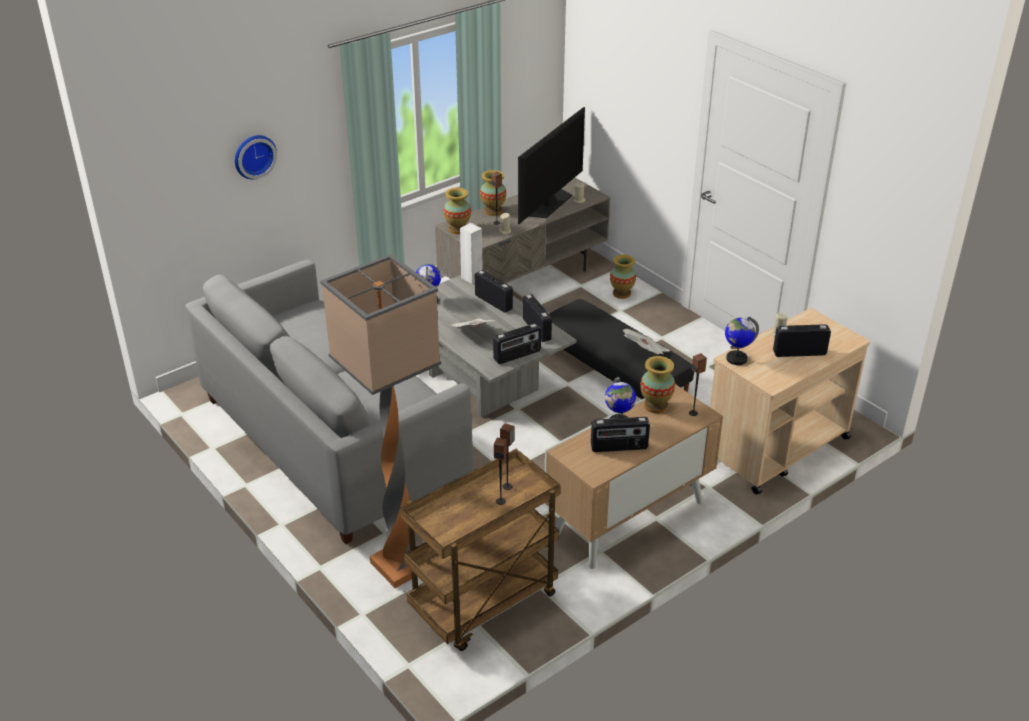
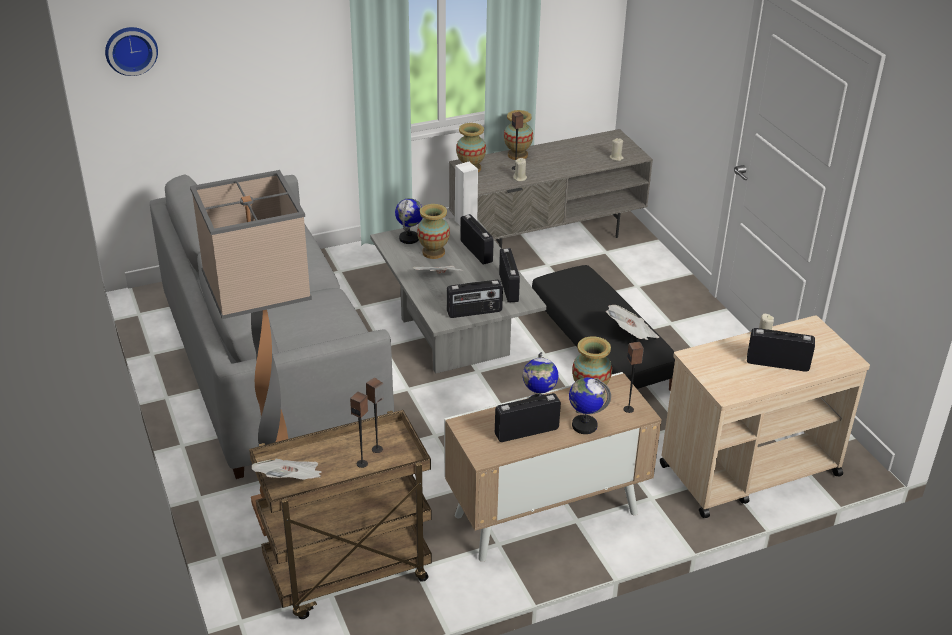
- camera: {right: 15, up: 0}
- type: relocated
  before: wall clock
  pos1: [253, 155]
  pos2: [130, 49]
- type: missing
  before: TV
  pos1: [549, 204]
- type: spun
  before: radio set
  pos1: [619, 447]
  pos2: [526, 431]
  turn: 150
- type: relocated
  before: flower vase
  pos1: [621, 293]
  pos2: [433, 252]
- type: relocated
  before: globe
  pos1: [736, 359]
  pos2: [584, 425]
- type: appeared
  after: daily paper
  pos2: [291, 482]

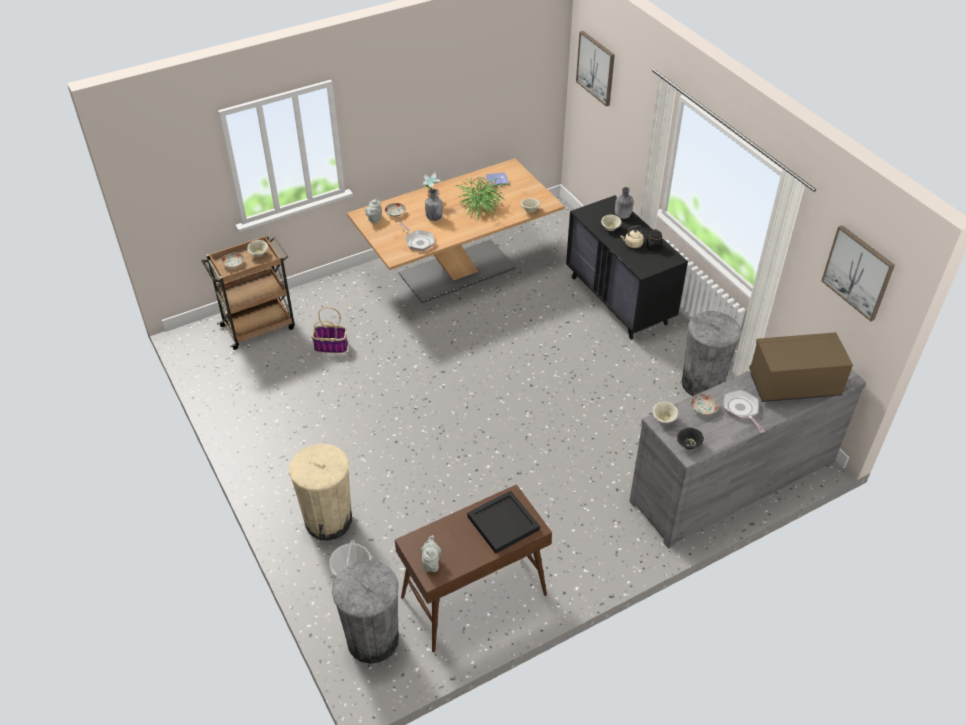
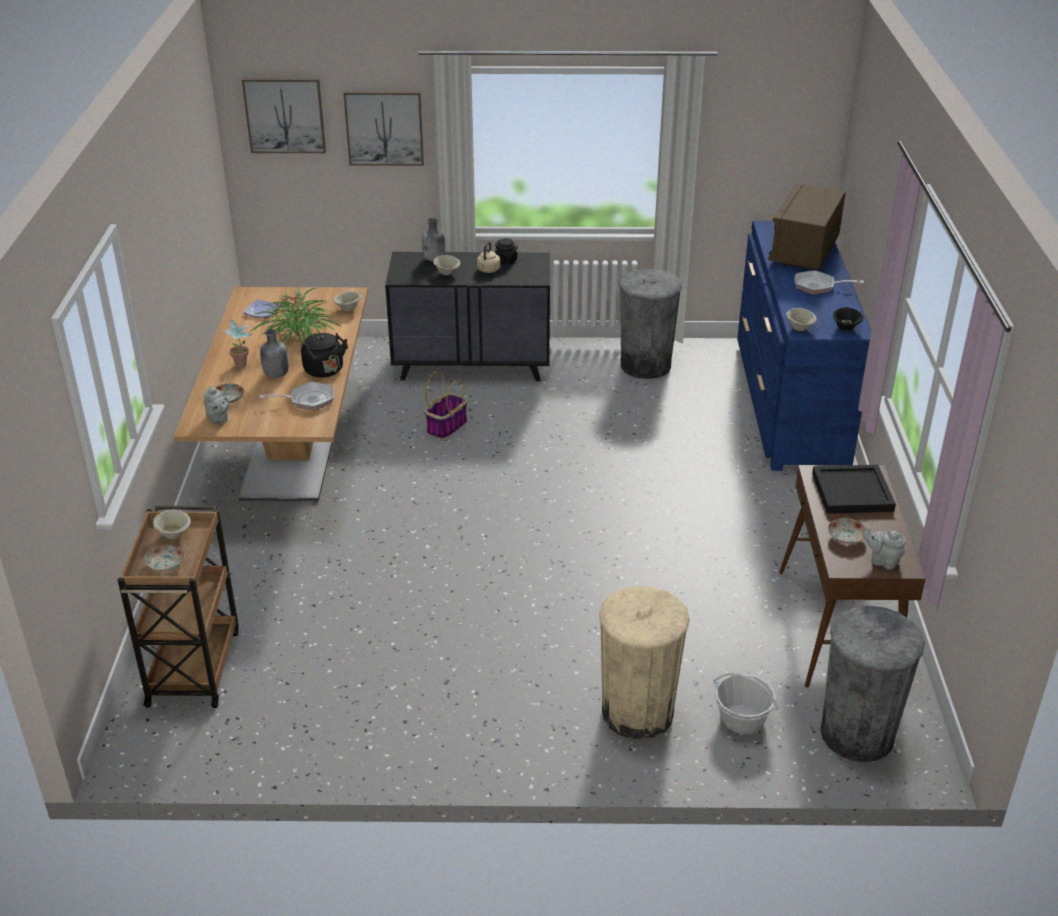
- camera: {right: -60, up: -10}
- type: relocated
  before: basket
  pos1: [331, 346]
  pos2: [447, 426]
- type: colour
  before: drawer chest/gray
  after: drawer chest/blue-coloured
  pos1: [731, 481]
  pos2: [790, 401]
- type: relocated
  before: dinner plate
  pos1: [703, 408]
  pos2: [846, 537]
- type: relocated
  before: wall picture
  pos1: [858, 272]
  pos2: [384, 127]
- type: appeared
  after: tea kettle/blackish
  pos2: [325, 371]

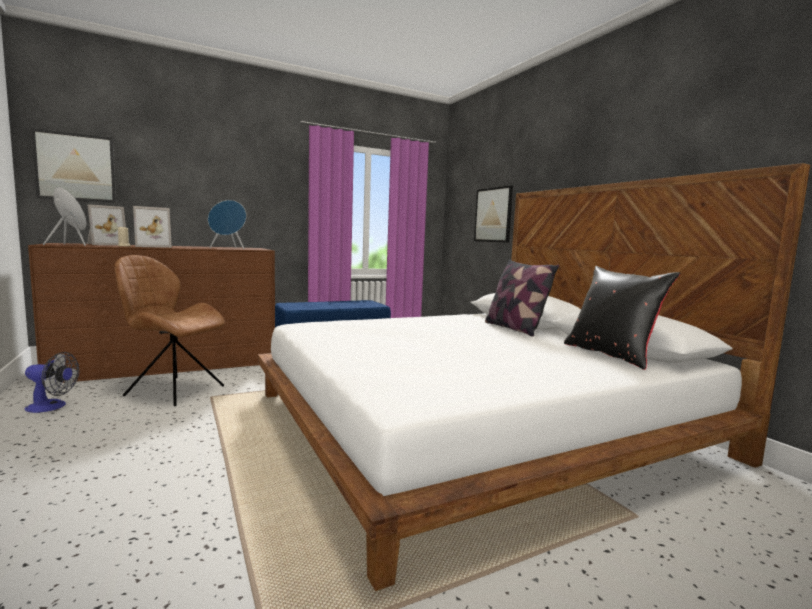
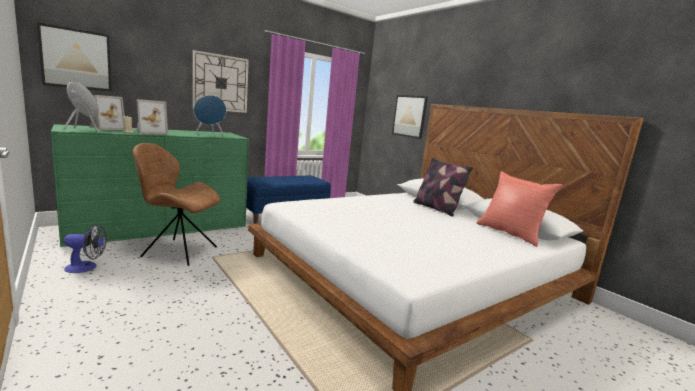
- camera: {right: -10, up: 5}
- type: colour
  before: drawer chest/brownish
  after: drawer chest/green-coloured
  pos1: [170, 363]
  pos2: [160, 226]
- type: colour
  before: cushion/blackish
  after: cushion/red
  pos1: [611, 355]
  pos2: [510, 233]
- type: appeared
  after: wall clock
  pos2: [220, 83]

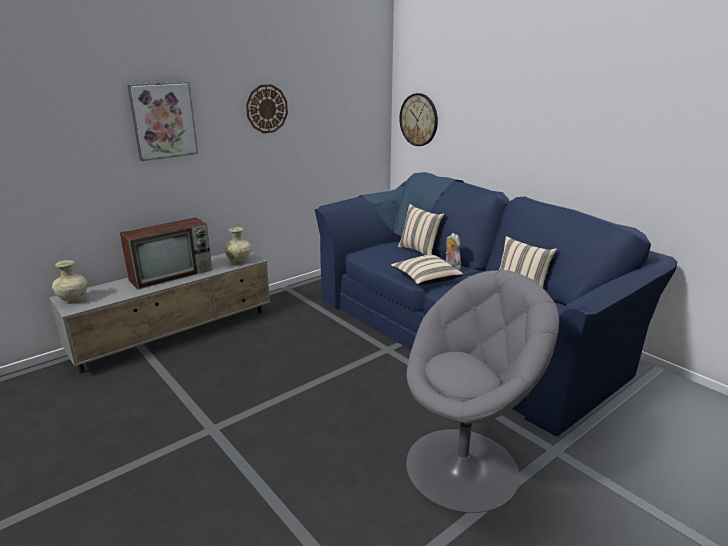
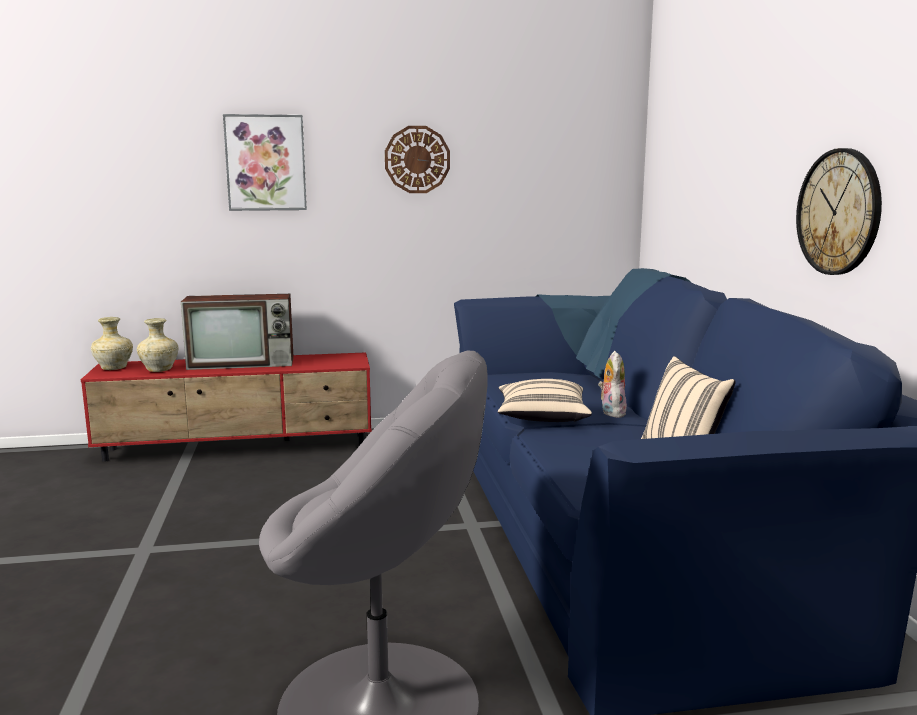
- camera: {right: 30, up: -10}
- type: colour
  before: tv unit/gray
  after: tv unit/red
  pos1: [176, 334]
  pos2: [240, 448]
- type: relocated
  before: flower vase/sand-coloured
  pos1: [239, 261]
  pos2: [160, 370]
- type: missing
  before: cushion/sand-coloured
  pos1: [420, 251]
- type: relocated
  before: wall clock
  pos1: [419, 120]
  pos2: [838, 212]

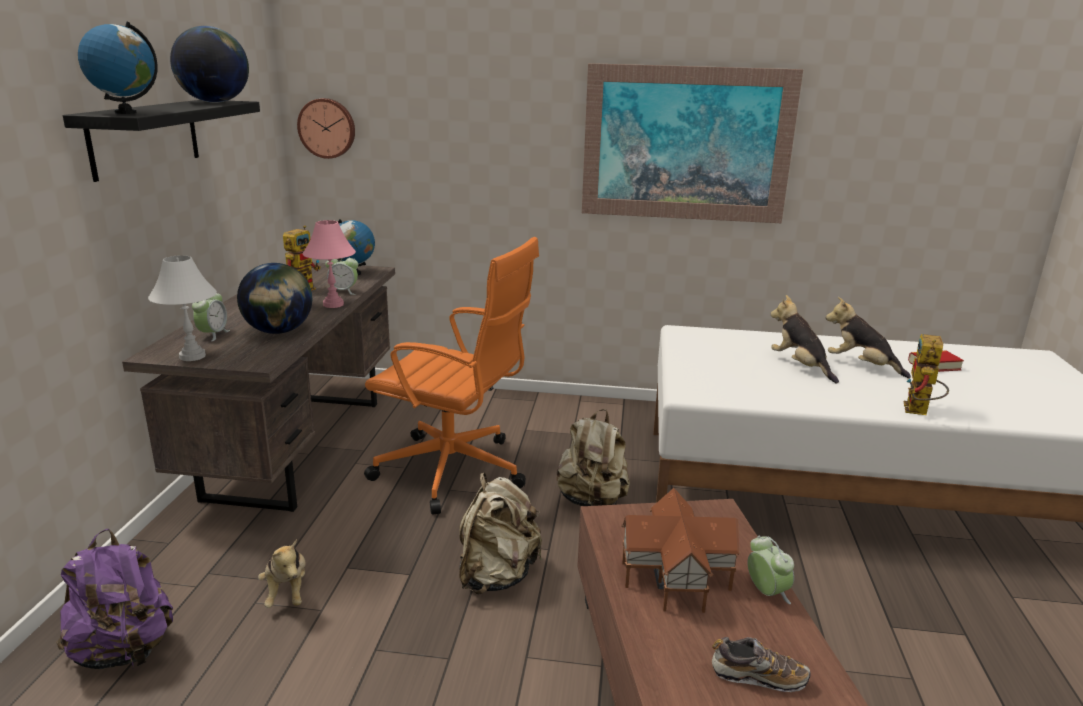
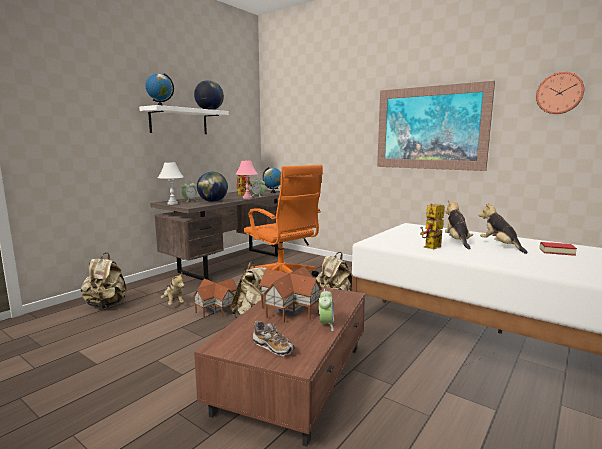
- camera: {right: 30, up: -10}
- type: colour
  before: backpack/purple
  after: backpack/sand-coloured
  pos1: [124, 651]
  pos2: [106, 305]
- type: colour
  before: bracket shelf/blackish
  after: bracket shelf/white-coloured
  pos1: [145, 137]
  pos2: [179, 121]
- type: spun
  before: plush toy
  pos1: [287, 592]
  pos2: [173, 303]
  turn: -45
- type: relocated
  before: wall clock
  pos1: [327, 128]
  pos2: [559, 93]
- type: relocated
  before: toy robot
  pos1: [919, 412]
  pos2: [431, 248]
- type: appeared
  after: model house
  pos2: [217, 308]

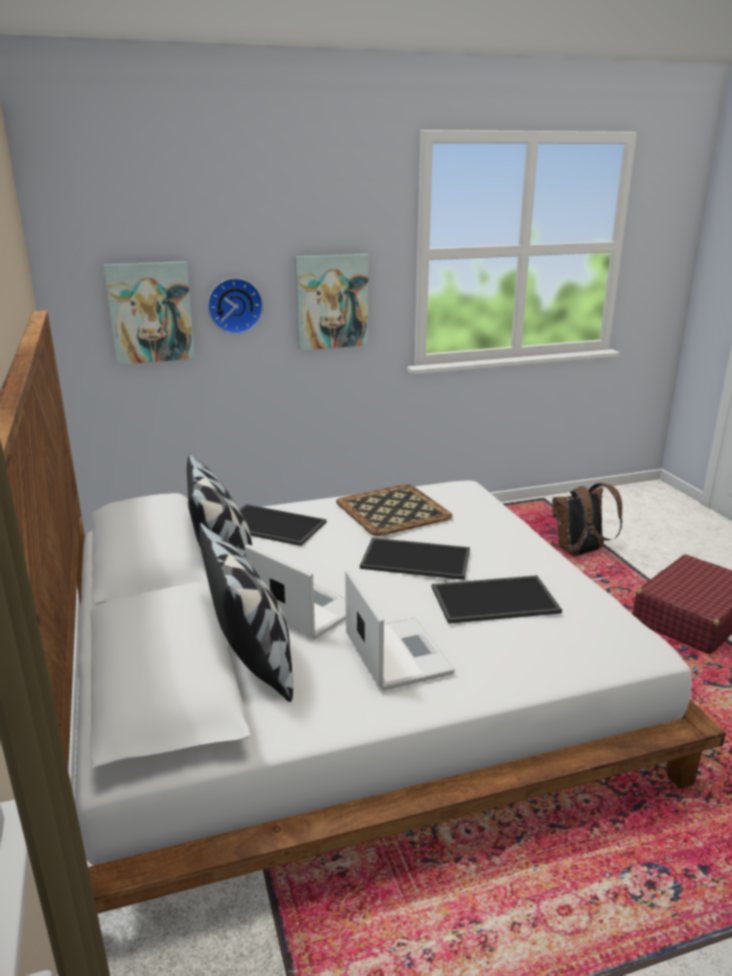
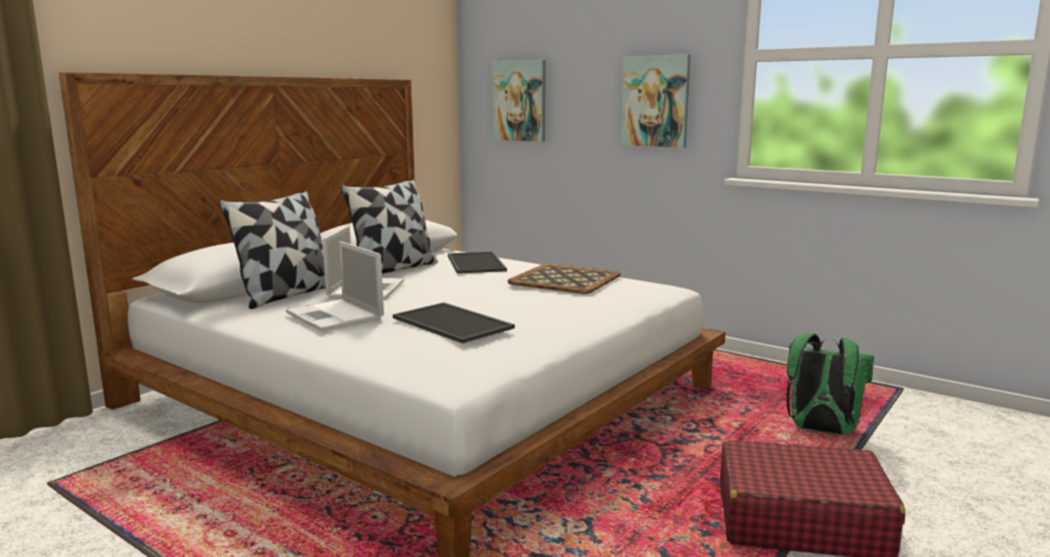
- camera: {right: 55, up: -10}
- type: missing
  before: wall clock
  pos1: [234, 305]
- type: spun
  before: portable computer
  pos1: [396, 652]
  pos2: [335, 316]
  turn: 105
- type: missing
  before: serving tray
  pos1: [417, 558]
- type: colour
  before: backpack/brownish
  after: backpack/green-coloured
  pos1: [580, 552]
  pos2: [820, 430]

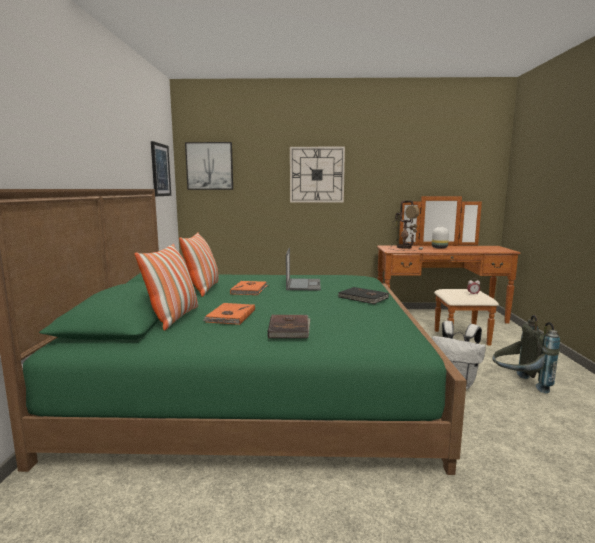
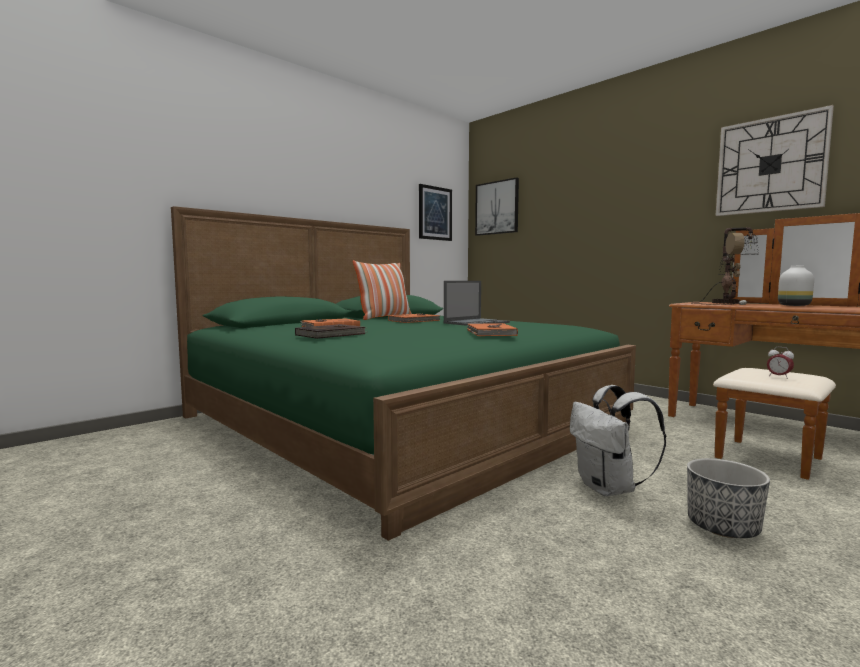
- camera: {right: 45, up: -5}
- type: missing
  before: cushion
  pos1: [173, 318]
- type: relocated
  before: wall clock
  pos1: [317, 174]
  pos2: [770, 165]
- type: colour
  before: book/blackish
  after: book/orangey
  pos1: [363, 298]
  pos2: [490, 333]
- type: exchanged
  before: backpack/gray
  after: plant pot
  pos1: [519, 385]
  pos2: [723, 527]

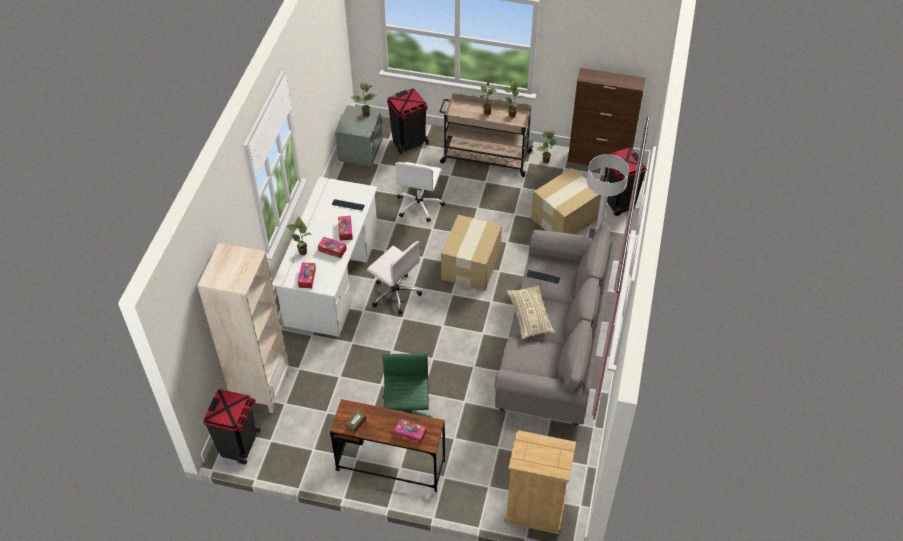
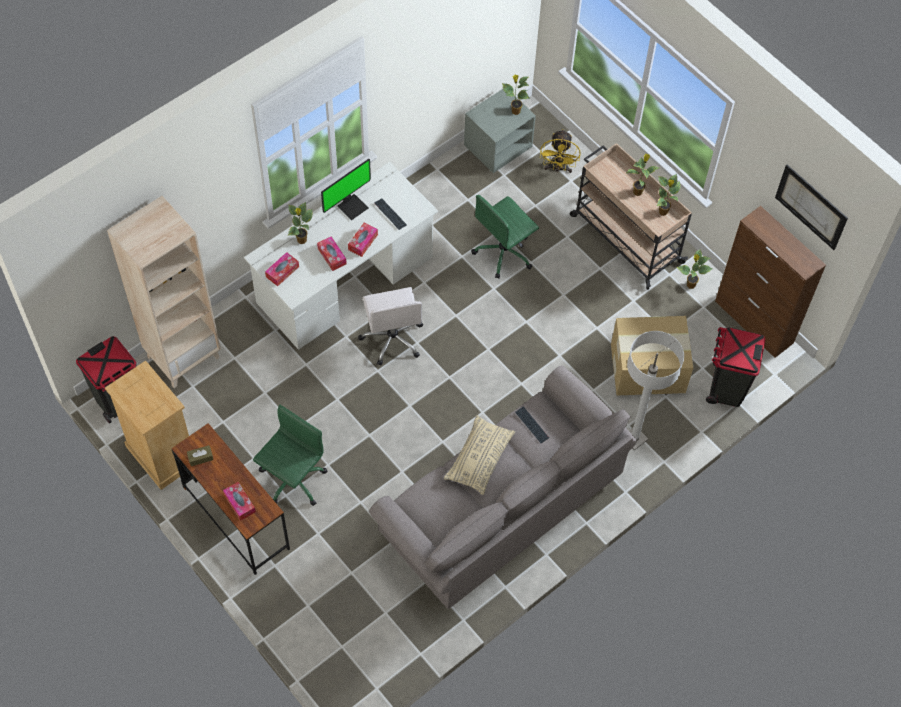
- camera: {right: 35, up: 10}
- type: exchanged
  before: waste bin/blackish
  after: fan/yellow
  pos1: [409, 142]
  pos2: [558, 168]
- type: colour
  before: office chair/white-coloured
  after: office chair/green-coloured
  pos1: [419, 205]
  pos2: [504, 252]
- type: missing
  before: packing box
  pos1: [472, 264]
- type: relocated
  before: drawer chest/sand-coloured
  pos1: [534, 510]
  pos2: [161, 455]
- type: appeared
  after: monitor
  pos2: [352, 206]
- type: appeared
  after: wall picture
  pos2: [811, 207]

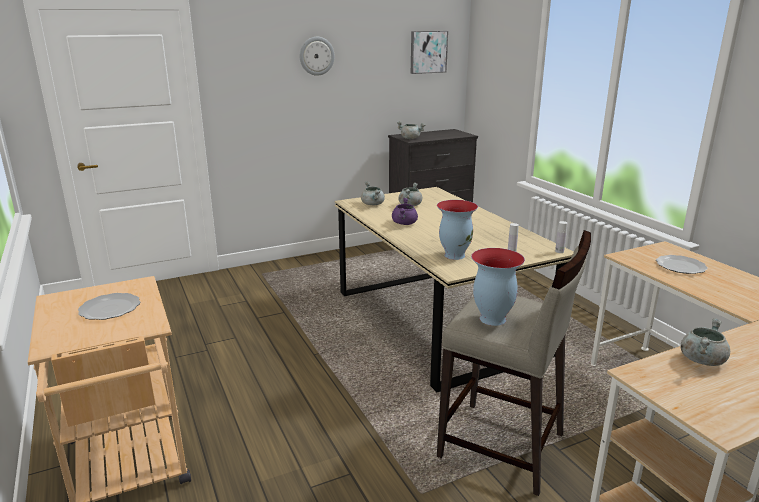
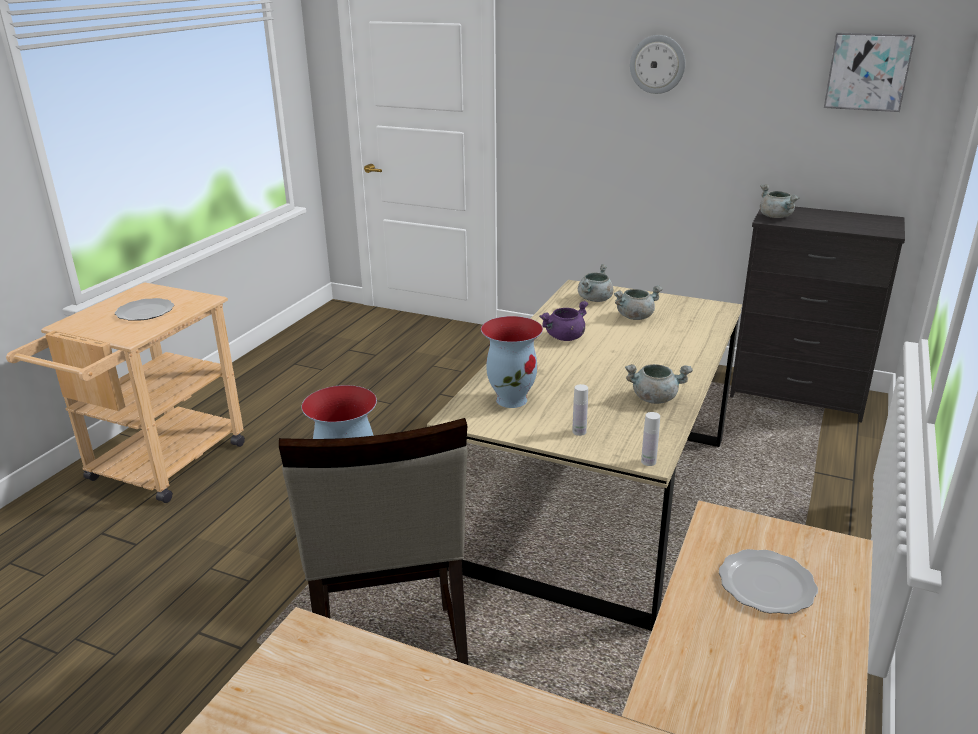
- camera: {right: 50, up: 5}
- type: relocated
  before: cooking pot/gray
  pos1: [701, 359]
  pos2: [655, 398]

